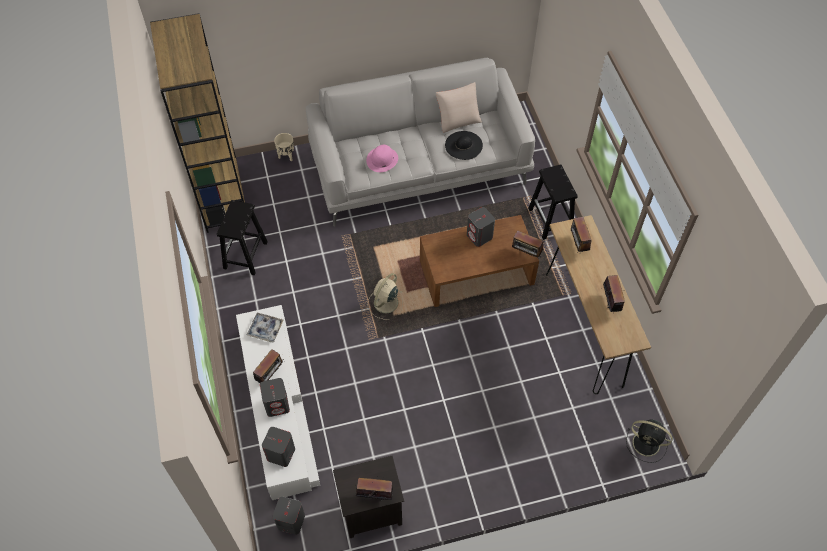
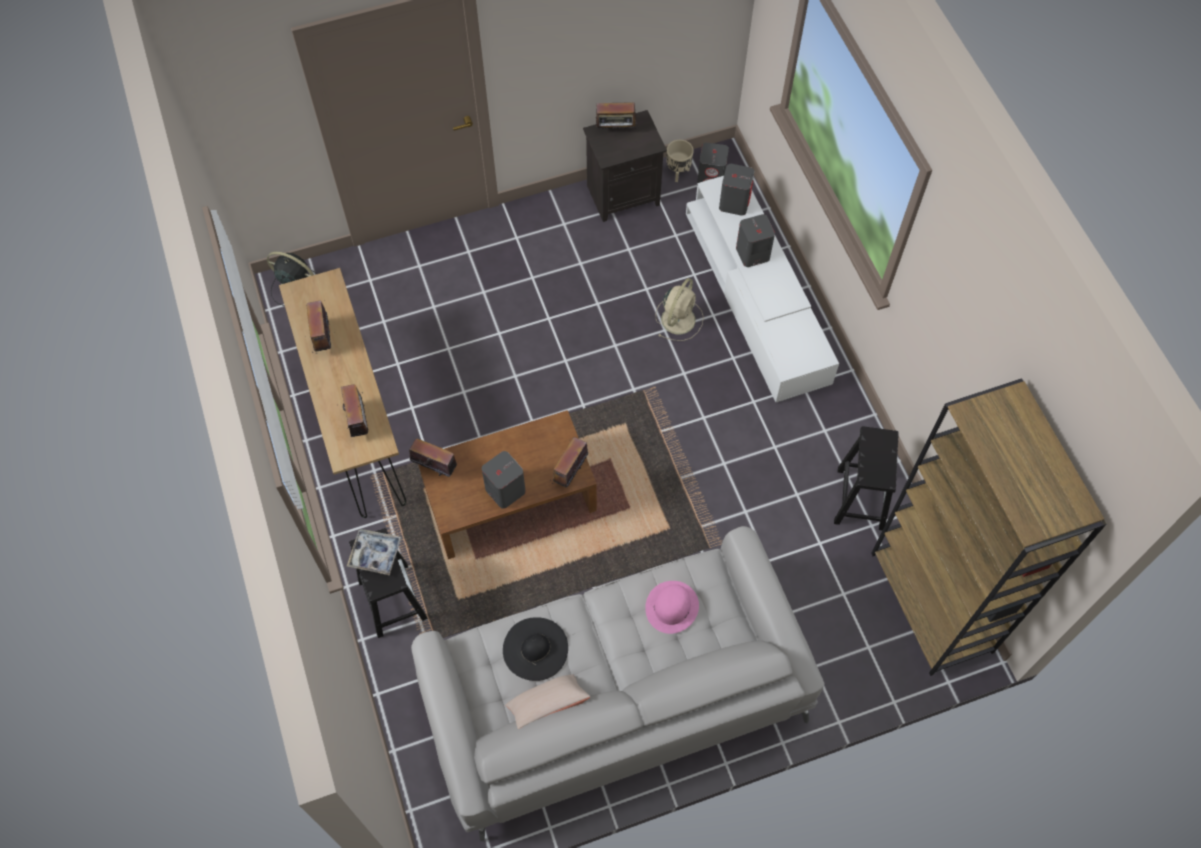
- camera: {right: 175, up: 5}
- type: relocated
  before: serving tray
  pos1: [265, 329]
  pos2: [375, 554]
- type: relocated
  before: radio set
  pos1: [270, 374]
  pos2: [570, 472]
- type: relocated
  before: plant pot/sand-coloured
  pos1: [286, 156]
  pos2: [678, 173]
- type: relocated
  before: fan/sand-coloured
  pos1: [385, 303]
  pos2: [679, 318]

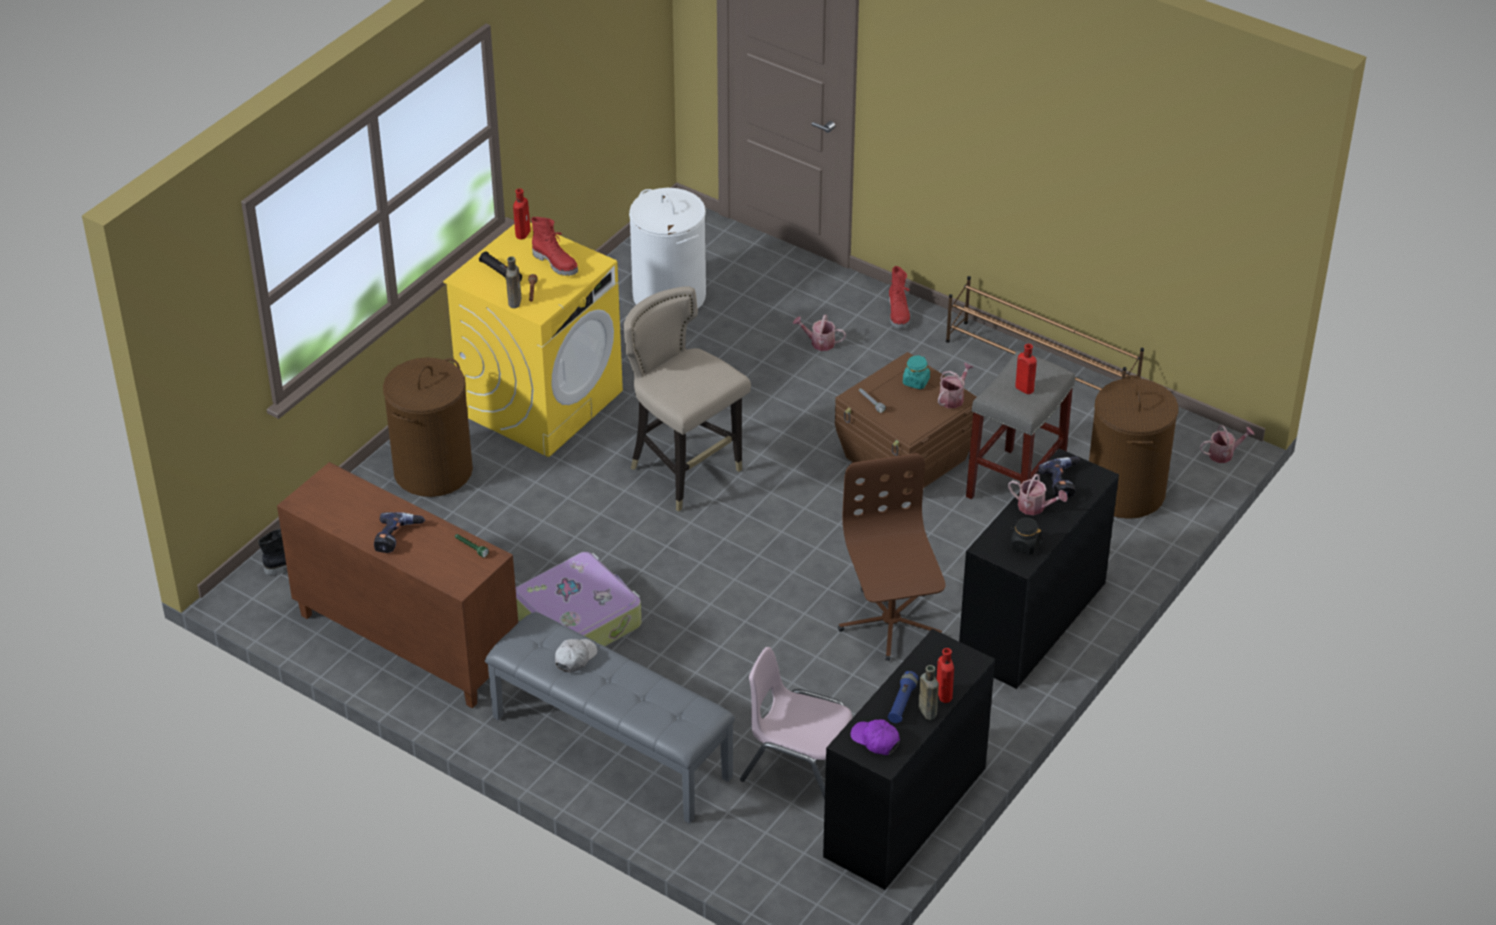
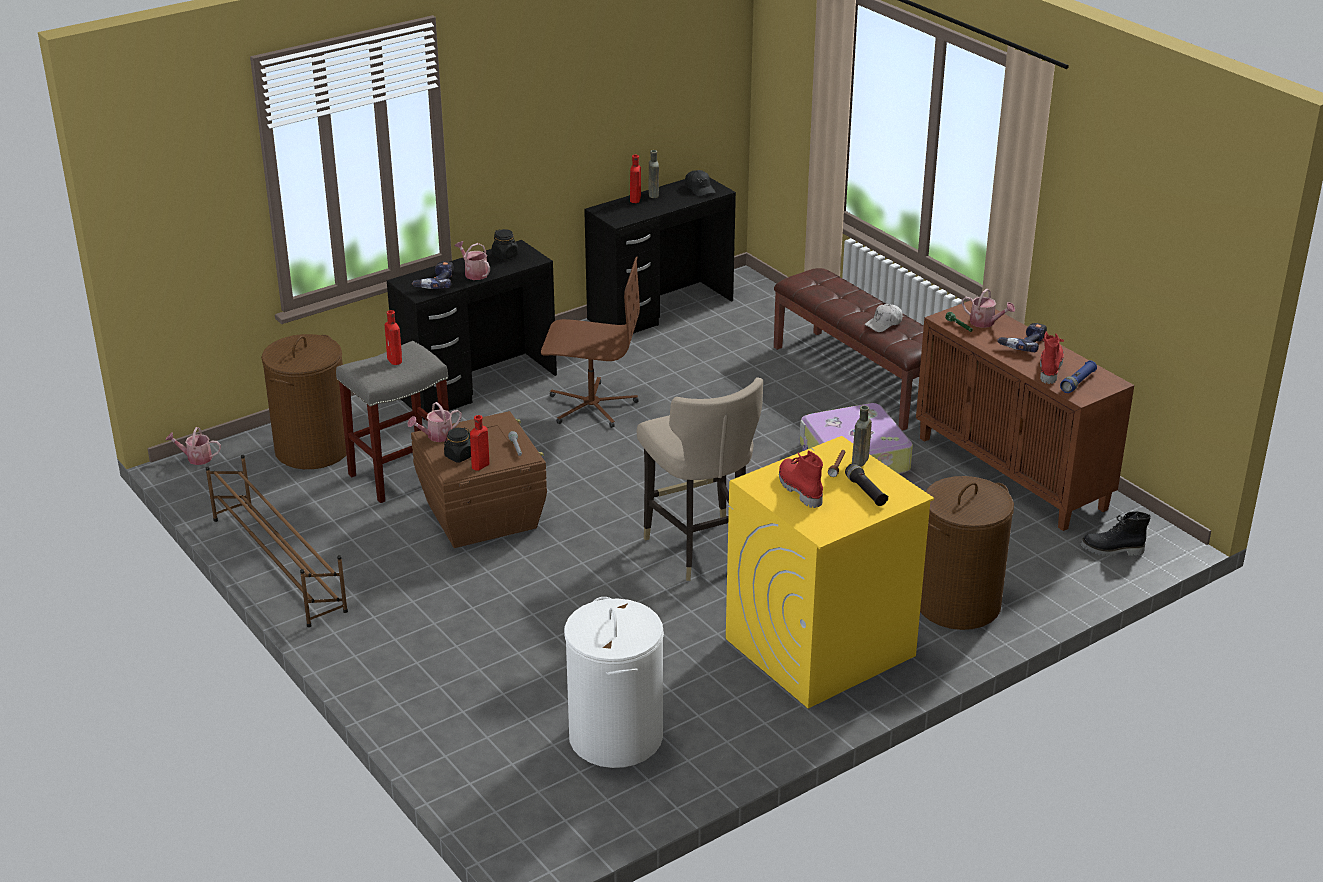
- camera: {right: -160, up: -10}
- type: colour
  before: indoor bench/gray
  after: indoor bench/brownish
  pos1: [610, 747]
  pos2: [859, 378]
- type: relocated
  before: beverage bottle/red
  pos1: [523, 232]
  pos2: [479, 466]
- type: missing
  before: plain chair/pink
  pos1: [800, 768]
- type: relocated
  before: sprinkling can
  pos1: [819, 343]
  pos2: [985, 323]
- type: spun
  before: office chair/brownish
  pos1: [890, 623]
  pos2: [591, 406]
  turn: -90
- type: colour
  before: baseball cap/purple
  after: baseball cap/blackish
  pos1: [875, 740]
  pos2: [699, 189]
- type: relocated
  before: torch/blue-coloured
  pos1: [902, 702]
  pos2: [1078, 382]
- type: relocated
  before: boot/red
  pos1: [899, 314]
  pos2: [1049, 368]
- type: colour
  before: jar/turquoise
  after: jar/blackish
  pos1: [916, 381]
  pos2: [459, 456]

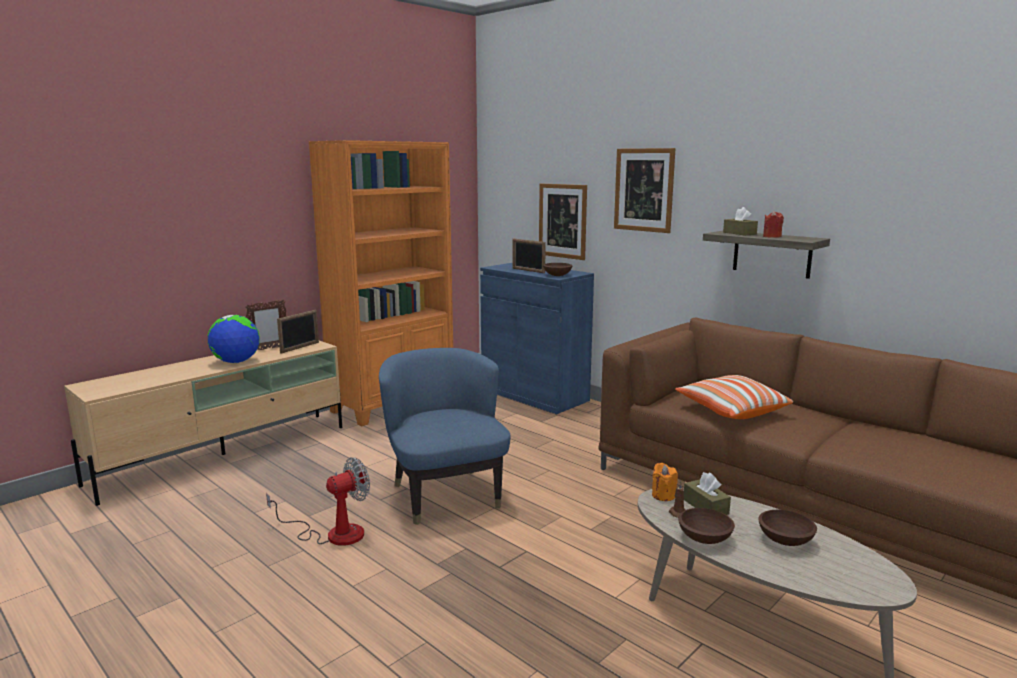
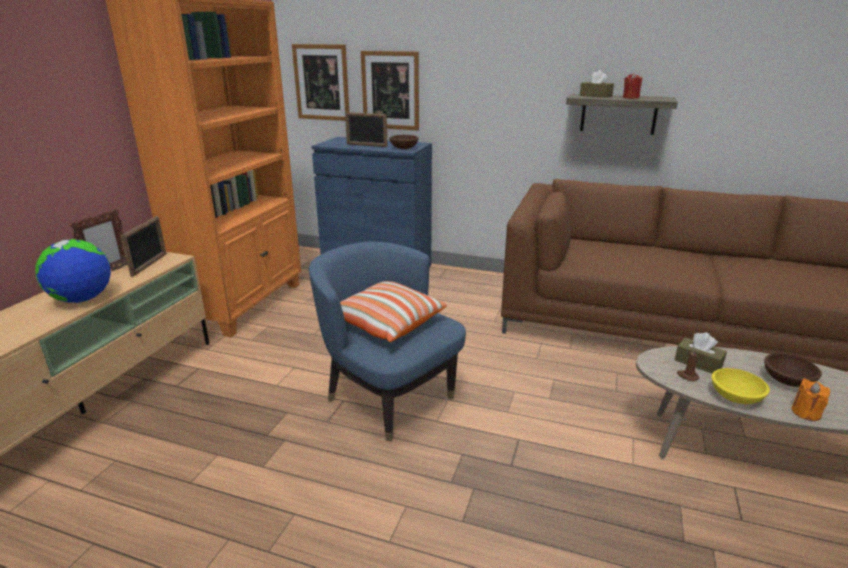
- camera: {right: -25, up: 10}
- type: missing
  before: fan
  pos1: [333, 533]
- type: relocated
  before: wall picture
  pos1: [644, 190]
  pos2: [321, 82]
- type: relocated
  before: wax light/orangey
  pos1: [663, 495]
  pos2: [806, 413]
- type: relocated
  before: cushion
  pos1: [731, 410]
  pos2: [386, 324]
- type: colour
  before: bowl/brownish
  after: bowl/yellow
  pos1: [705, 539]
  pos2: [736, 397]

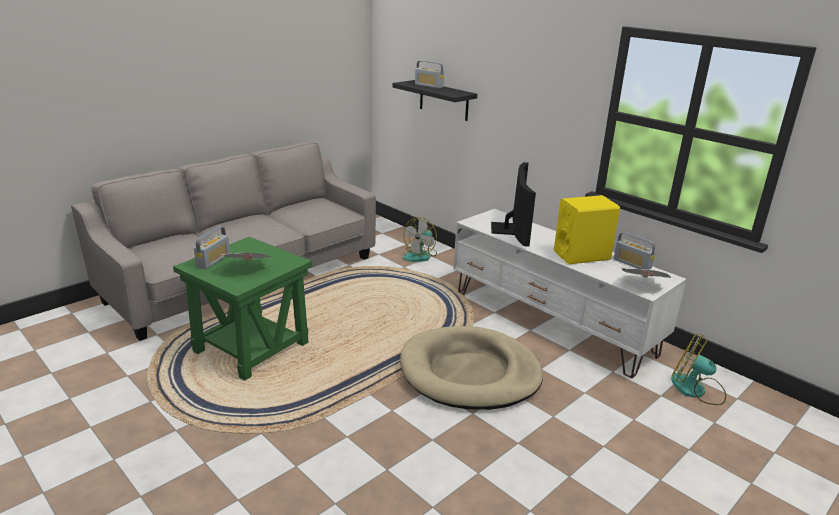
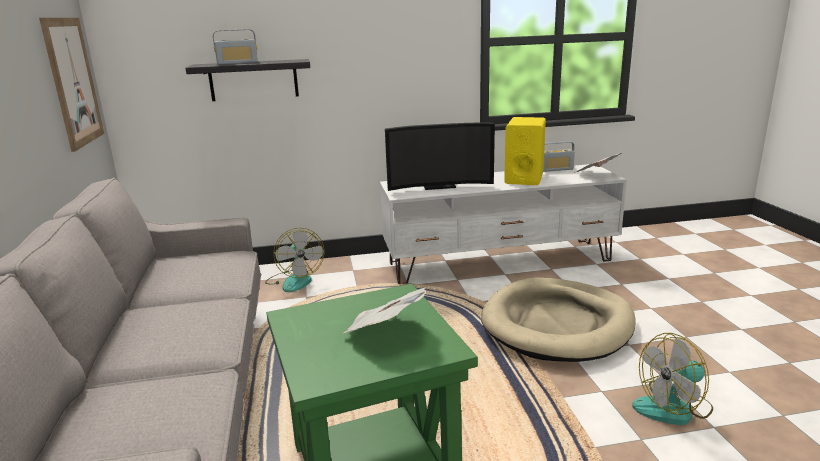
- camera: {right: -55, up: -5}
- type: missing
  before: radio set
  pos1: [213, 260]
- type: spun
  before: TV
  pos1: [510, 229]
  pos2: [438, 186]
  turn: 135
- type: relocated
  before: fan
  pos1: [696, 390]
  pos2: [673, 408]
- type: appeared
  after: wall picture
  pos2: [73, 82]

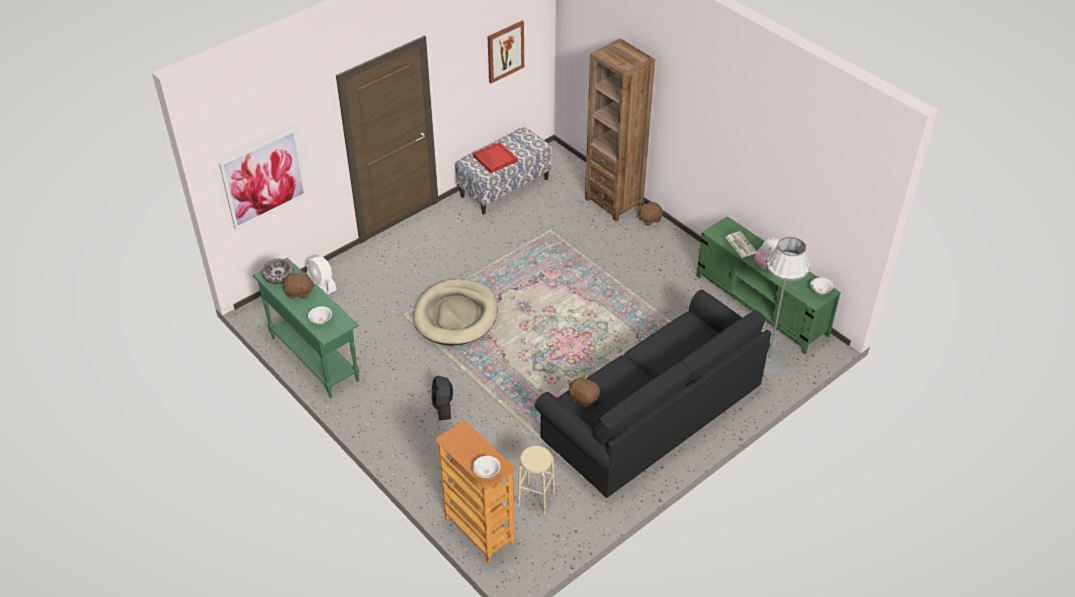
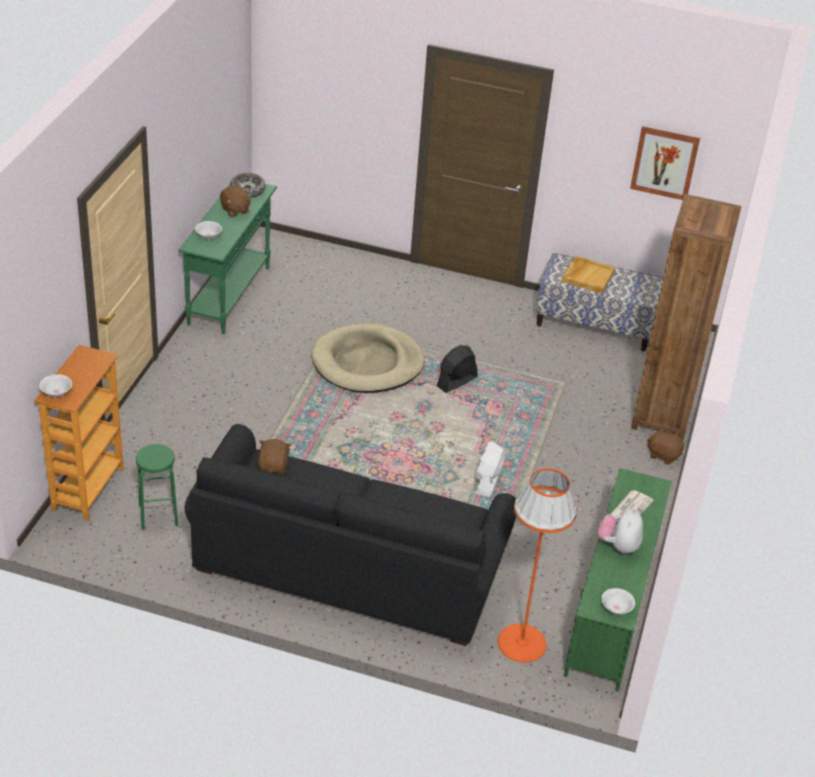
- camera: {right: 55, up: -5}
- type: missing
  before: wall picture
  pos1: [264, 179]
- type: relocated
  before: fan/white-coloured
  pos1: [322, 284]
  pos2: [487, 481]
- type: relocated
  before: fan/blackish
  pos1: [443, 406]
  pos2: [456, 382]
- type: colour
  before: serving tray/red
  after: serving tray/sand-coloured
  pos1: [494, 159]
  pos2: [588, 276]
- type: colour
  before: sitting stool/sand-coloured
  after: sitting stool/green-coloured
  pos1: [536, 498]
  pos2: [158, 515]
- type: colour
  before: floor lamp/gray
  after: floor lamp/orangey
  pos1: [768, 360]
  pos2: [521, 643]

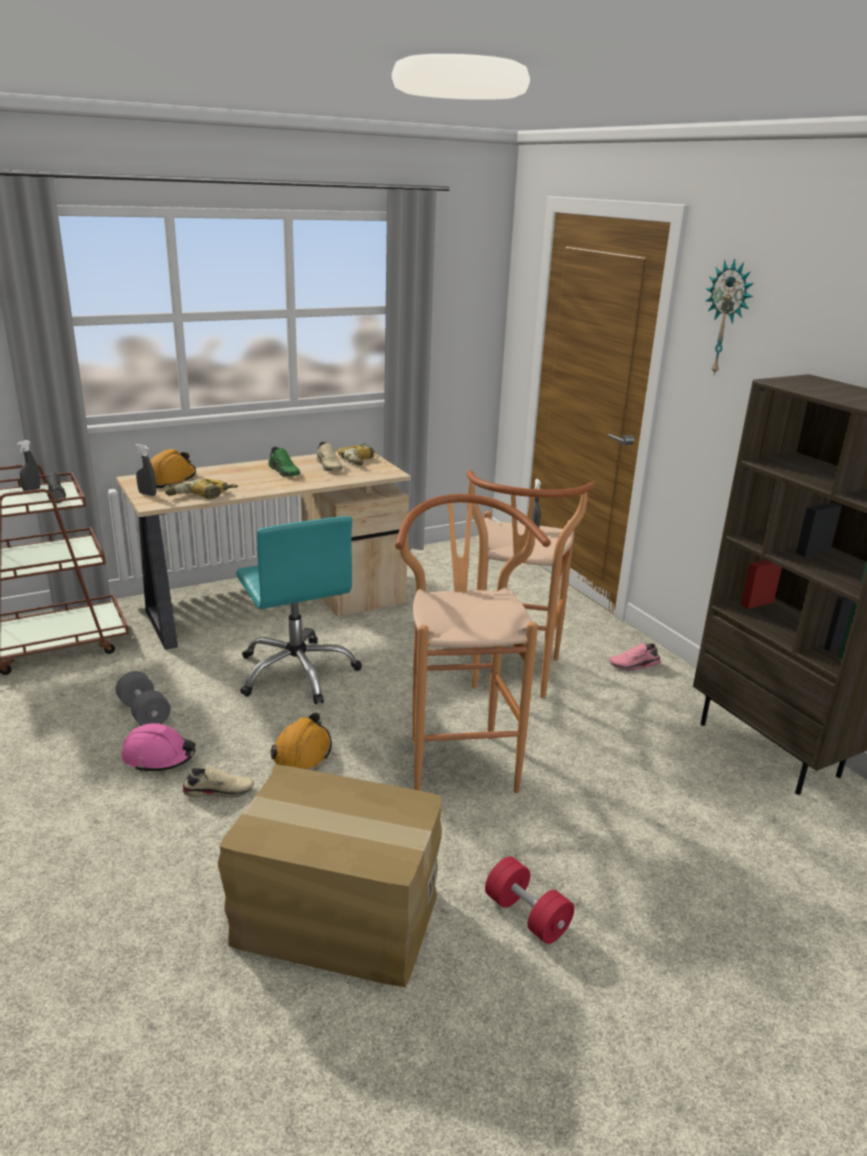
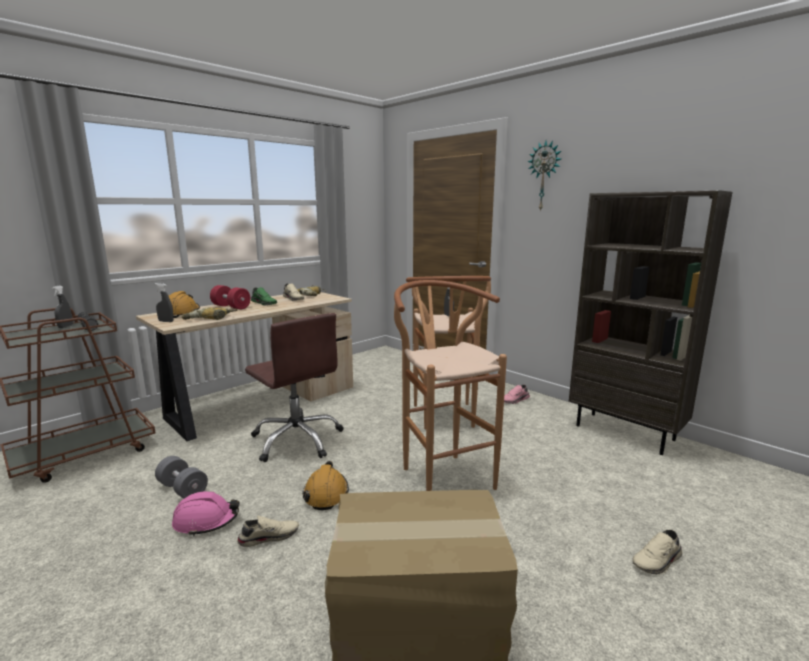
- camera: {right: -15, up: -10}
- type: colour
  before: office chair/turquoise
  after: office chair/brownish
  pos1: [297, 672]
  pos2: [297, 439]
- type: relocated
  before: free weight/red
  pos1: [527, 915]
  pos2: [231, 307]
- type: appeared
  after: low shoe/sand-coloured
  pos2: [658, 561]

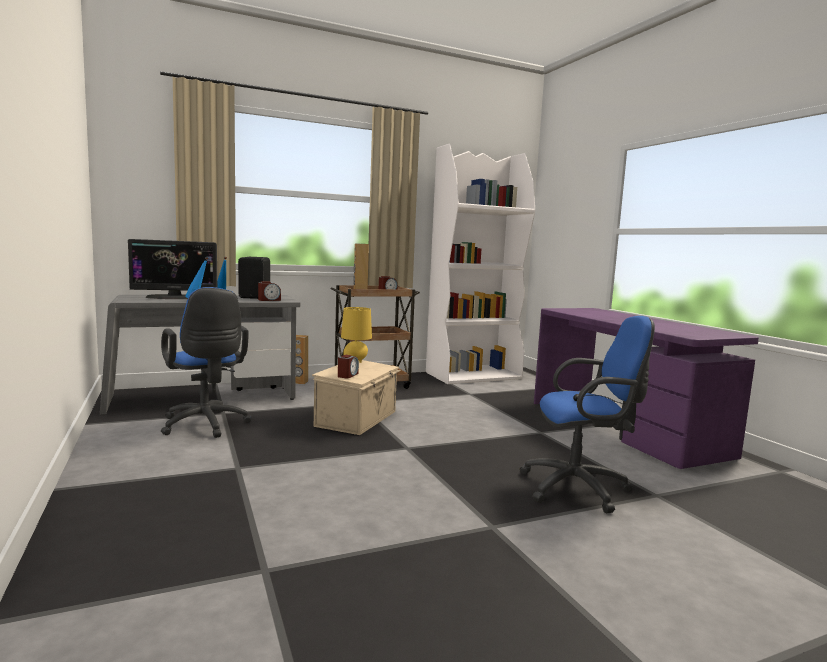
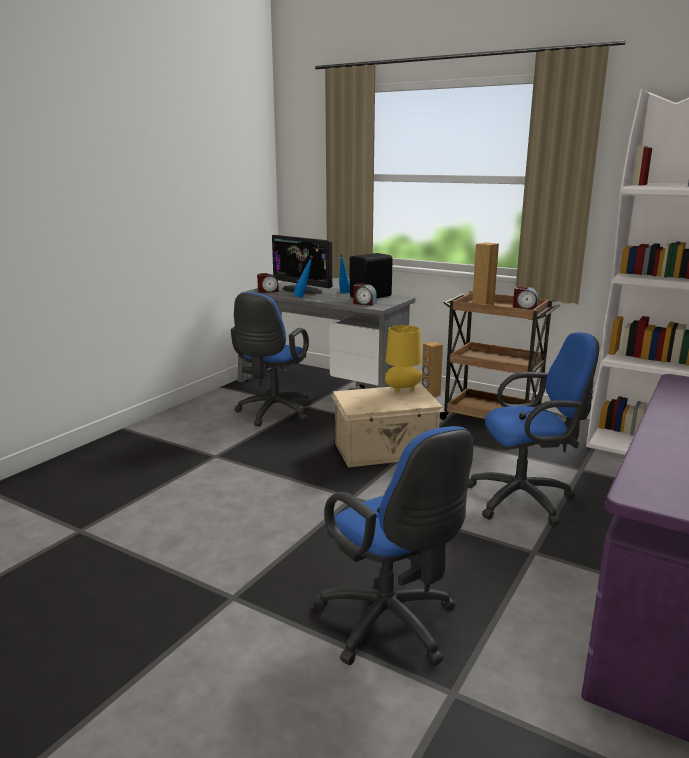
- camera: {right: 55, up: 10}
- type: relocated
  before: bedside clock
  pos1: [347, 375]
  pos2: [268, 291]
- type: appeared
  after: office chair/blue-coloured
  pos2: [526, 500]

